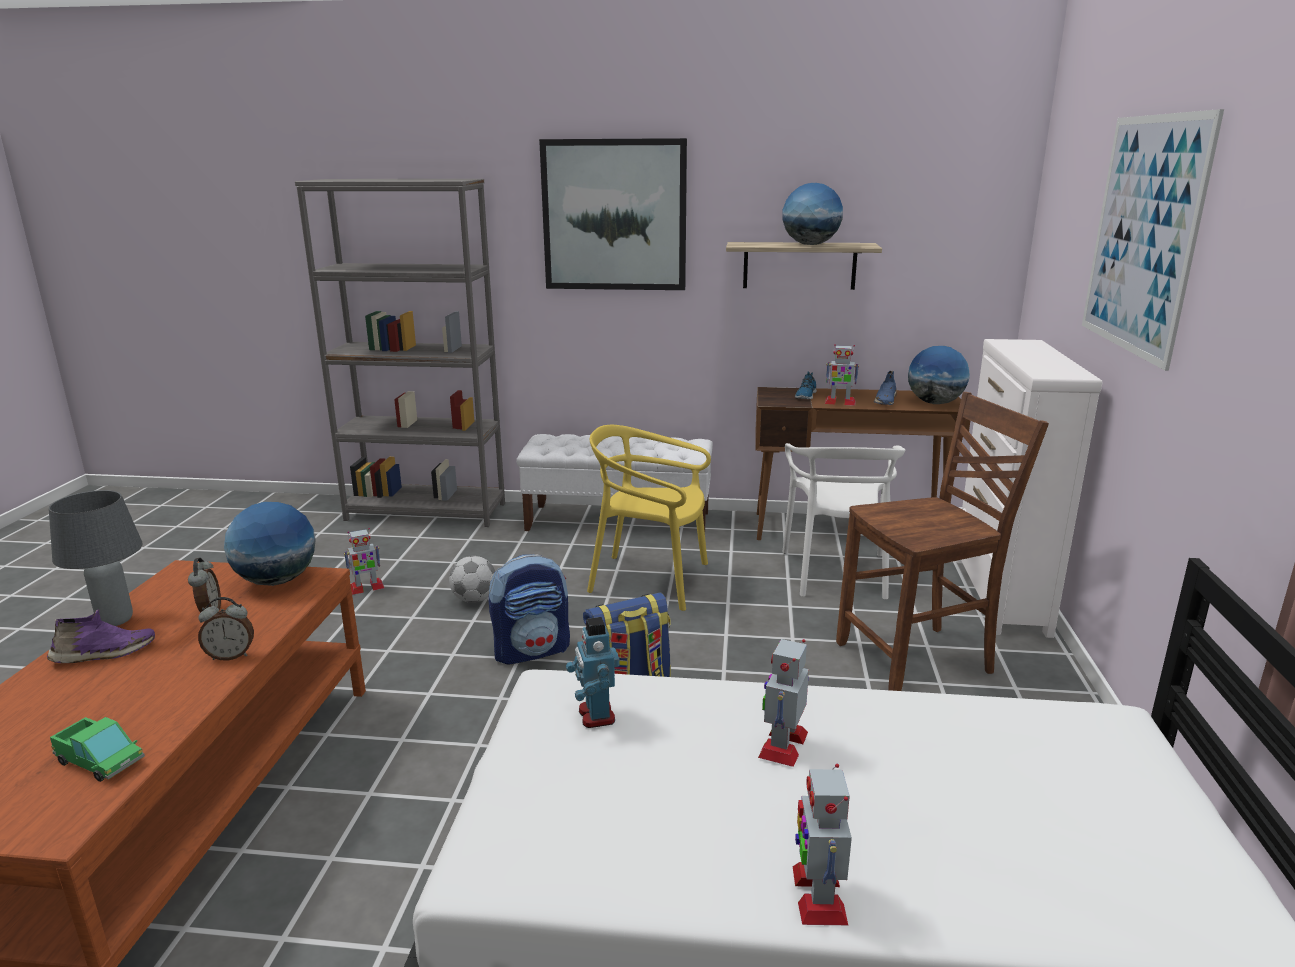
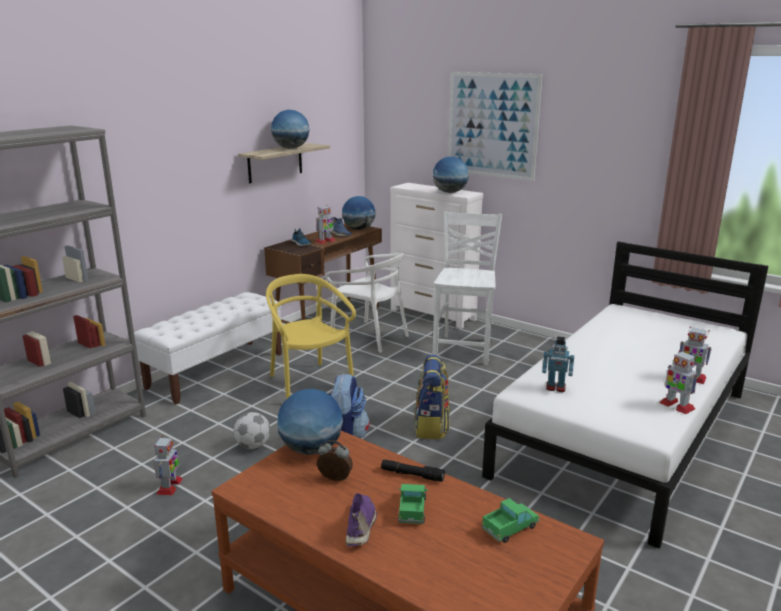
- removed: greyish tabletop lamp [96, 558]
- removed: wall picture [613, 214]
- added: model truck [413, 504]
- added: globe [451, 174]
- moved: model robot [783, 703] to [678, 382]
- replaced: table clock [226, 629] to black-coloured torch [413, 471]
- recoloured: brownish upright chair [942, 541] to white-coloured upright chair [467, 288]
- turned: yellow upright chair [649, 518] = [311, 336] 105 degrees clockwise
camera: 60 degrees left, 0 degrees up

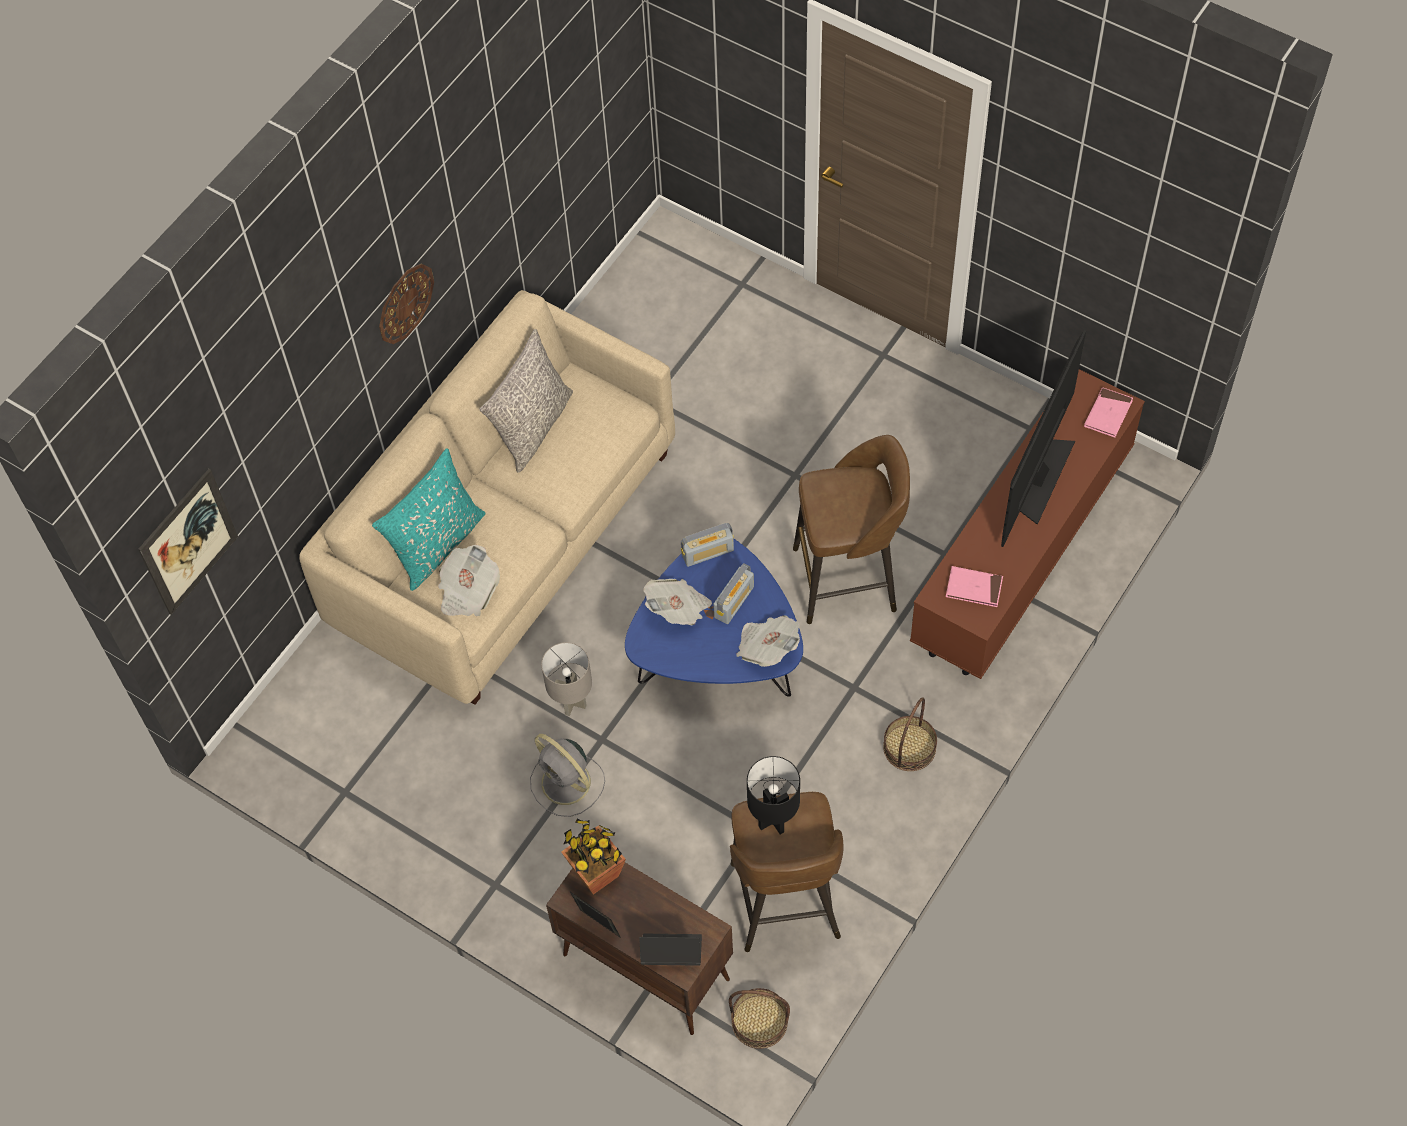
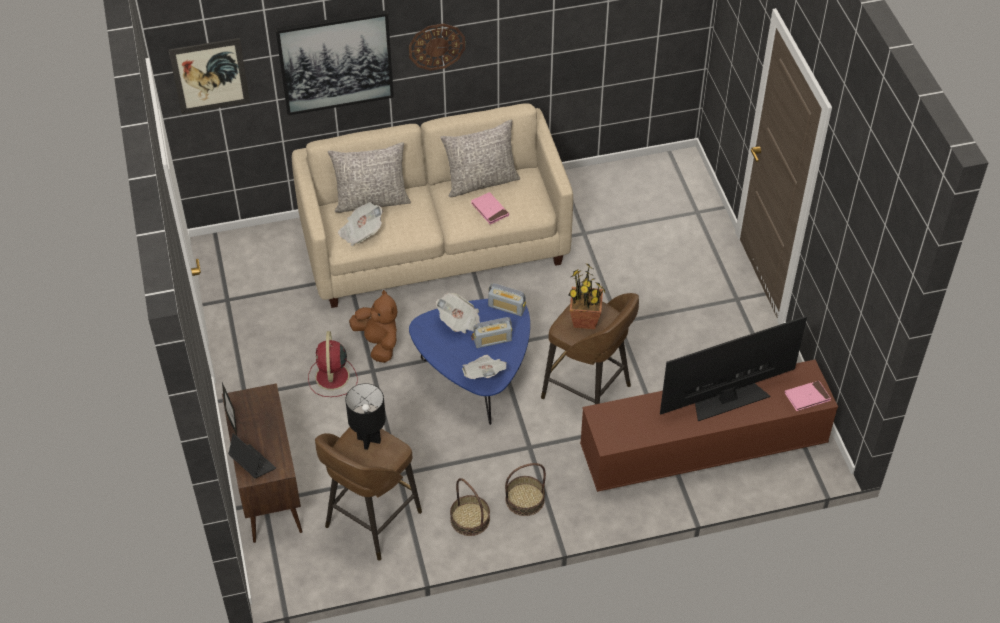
- added: wall picture [334, 62]
- moved: potted plant [593, 856] to [587, 296]
- moved: storage basket [759, 1018] to [470, 507]
- moved: pink bound book [974, 586] to [490, 208]
- replaced: greyish tabletop lamp [566, 679] to brownish plush toy [373, 326]
- recoloured: blue-green pillow [428, 519] to greyish pillow [369, 177]
- recoloured: greyish fan [567, 775] to reddish fan [332, 364]
camera: 40 degrees right, 10 degrees down

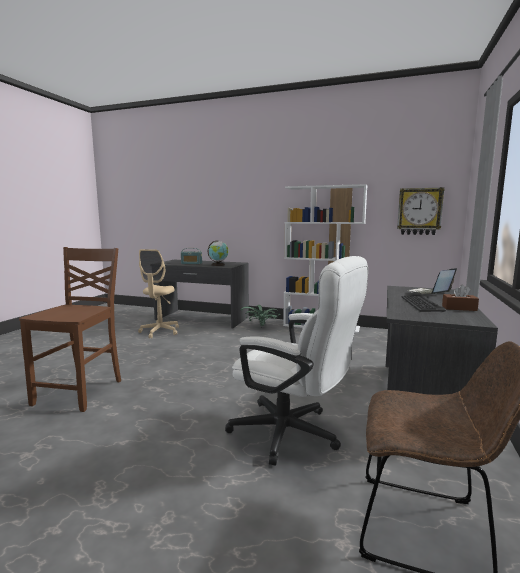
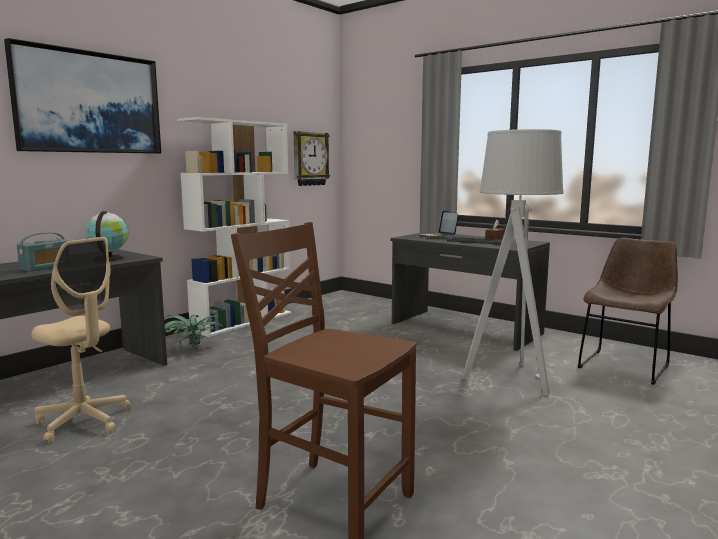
- added: wall picture [82, 96]
- replaced: white-coloured office chair [296, 361] to greyish floor lamp [513, 262]
camera: 70 degrees left, 0 degrees up

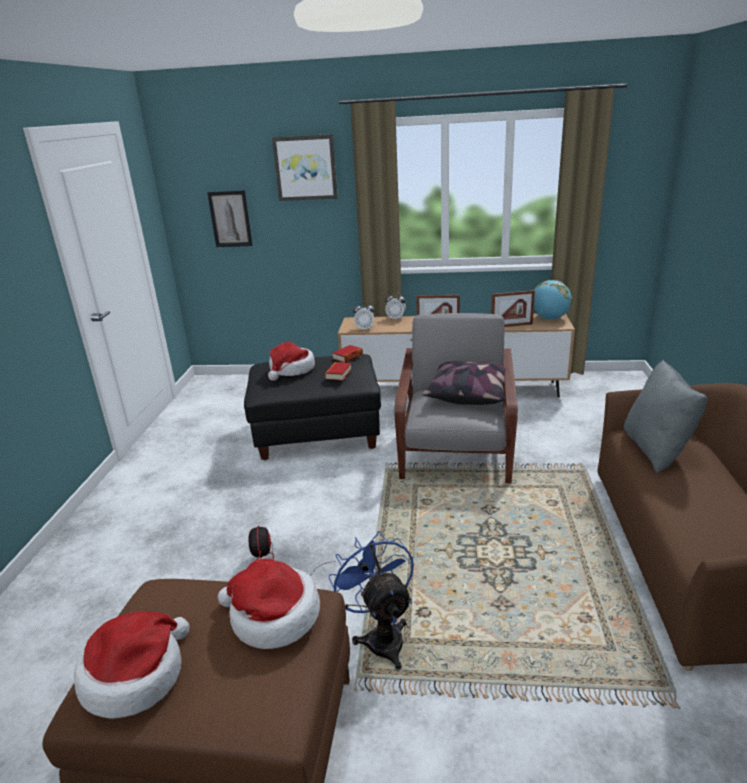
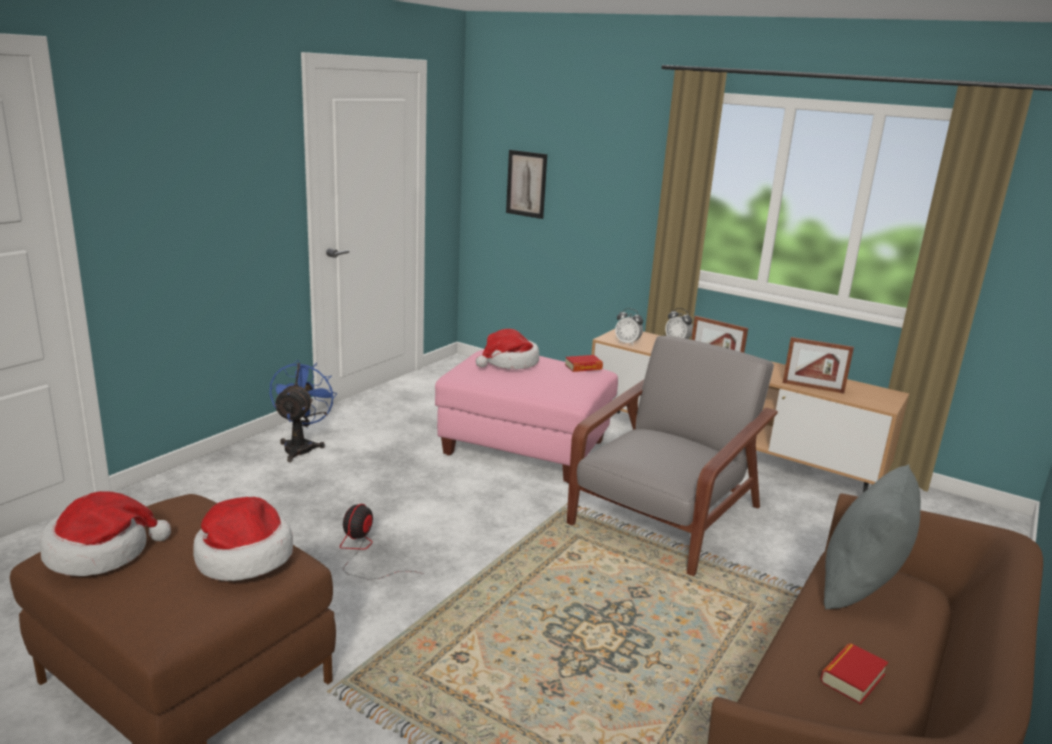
- removed: wall picture [305, 167]
- removed: pillow [464, 383]
- removed: globe [553, 300]
- moved: bound book [338, 371] to [854, 673]
- moved: blue-coloured fan [371, 600] to [303, 411]
- recoloured: black-coloured ottoman [312, 407] to pink ottoman [526, 416]
camera: 25 degrees right, 5 degrees down

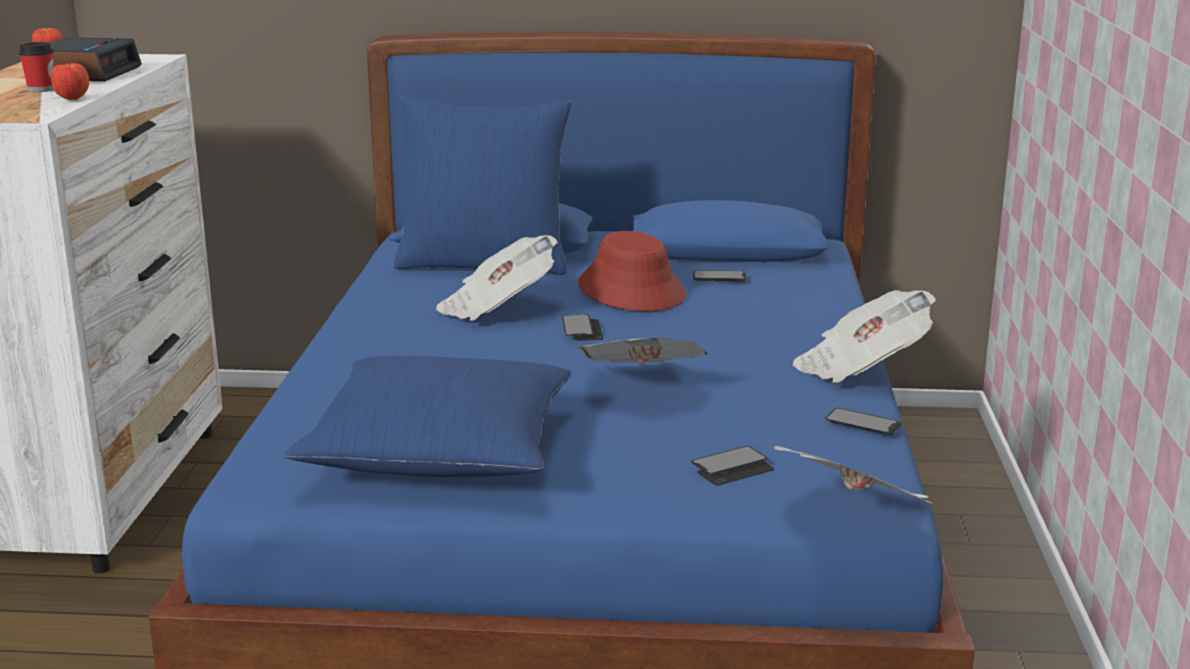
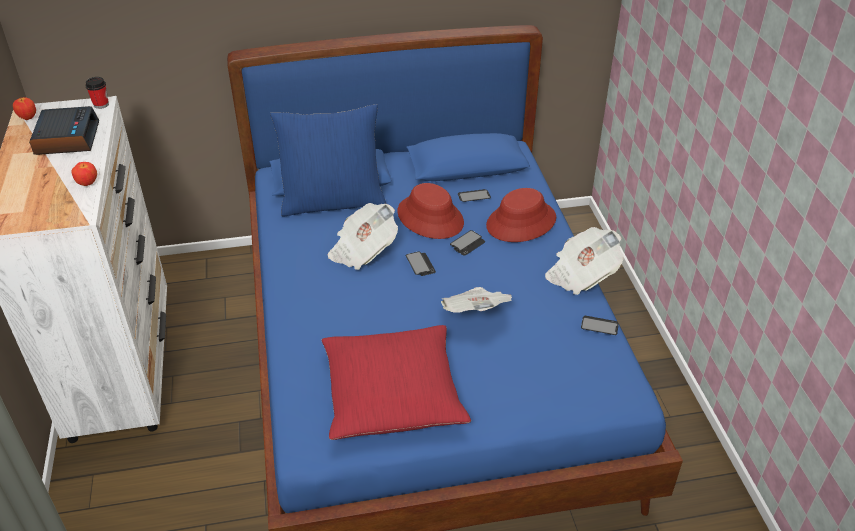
- removed: newspaper [852, 474]
- added: reddish wearable hat [521, 215]
- moved: small cup [36, 67] to [97, 93]
- moved: phone [732, 465] to [467, 243]
- recoloured: blue-coloured pillow [428, 416] to reddish pillow [396, 382]
camera: 15 degrees left, 20 degrees up

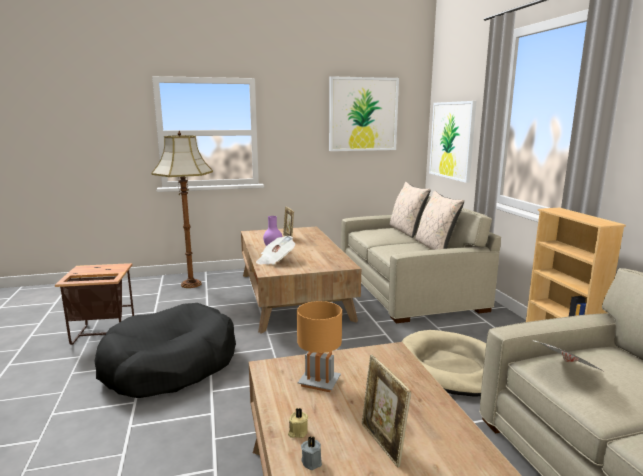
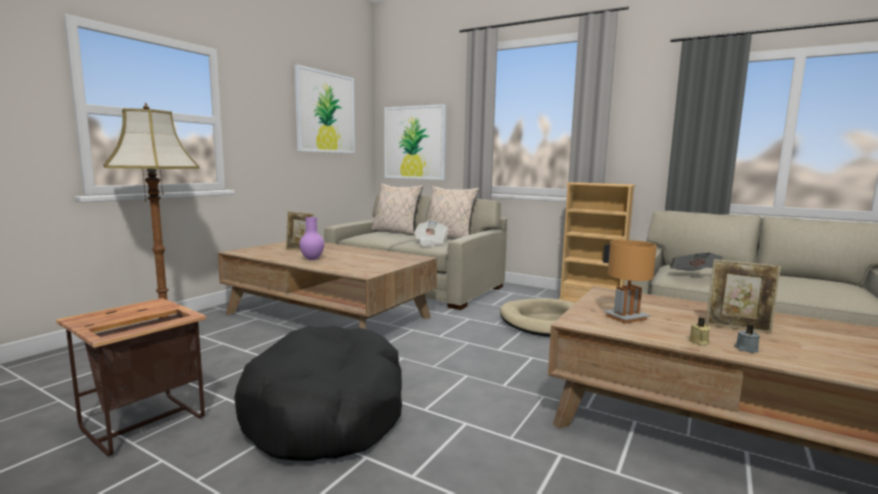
- moved: newspaper [275, 250] to [431, 233]
camera: 45 degrees left, 5 degrees down

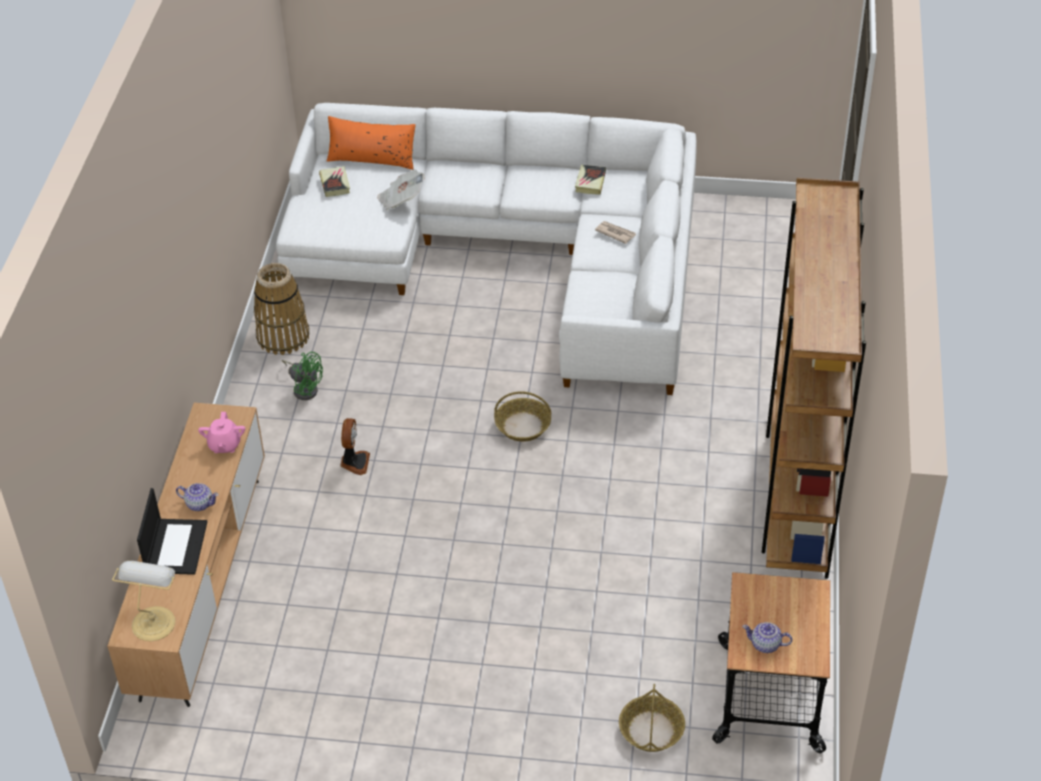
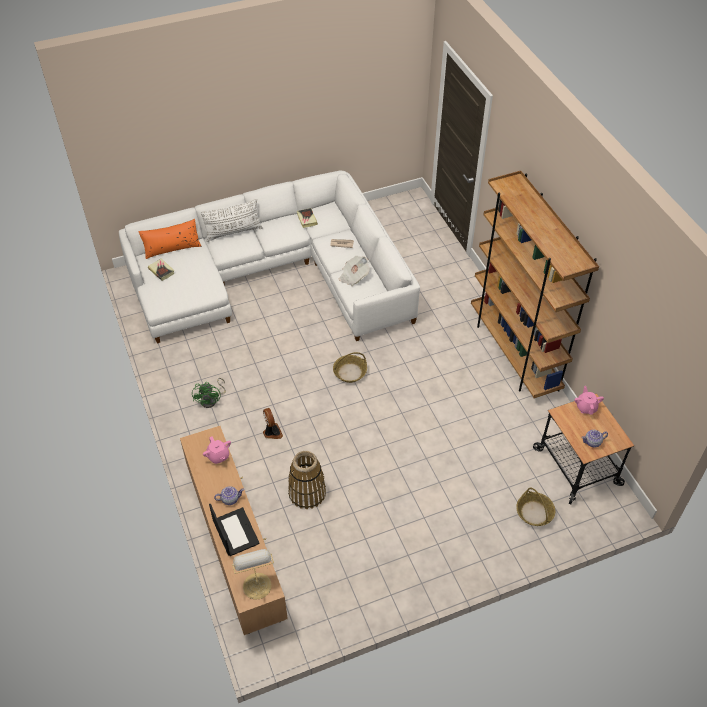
- added: white-coloured pillow [231, 220]
- added: pink pot for tea [589, 400]
- moved: storage basket [282, 309] to [307, 480]
- moved: newspaper [401, 189] to [354, 271]
- turned: green fan [302, 375] = [209, 393] 90 degrees clockwise
camera: 30 degrees left, 5 degrees up

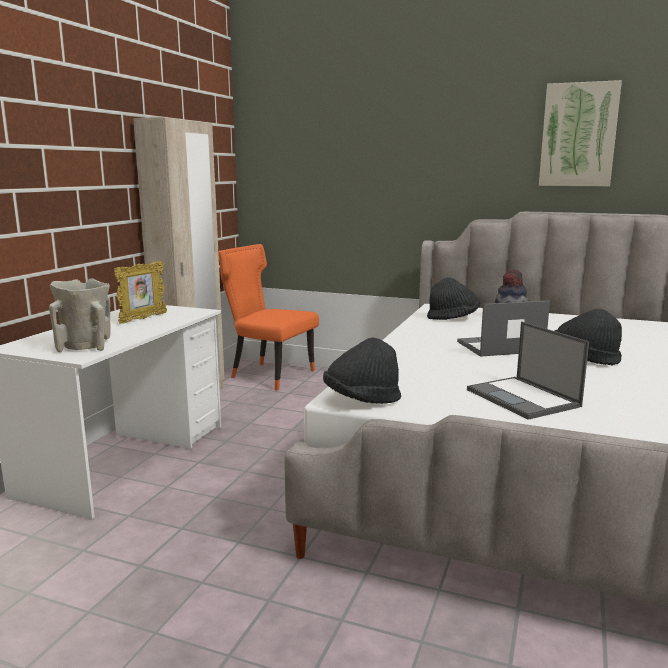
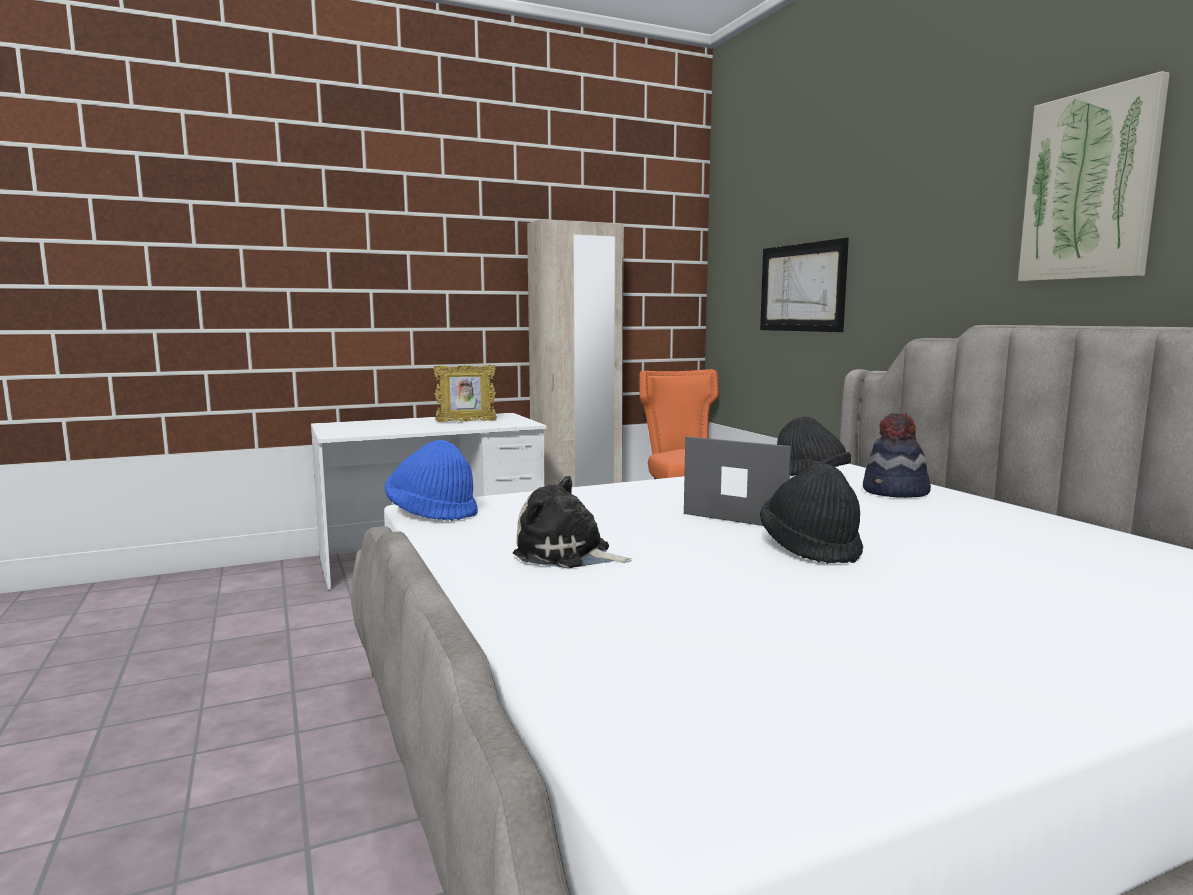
- removed: beige flower vase [80, 315]
- added: wall picture [804, 285]
- replaced: laptop [528, 371] to plush toy [572, 522]
- recoloured: black-coloured wearable hat [362, 370] to blue-coloured wearable hat [431, 480]
camera: 45 degrees right, 5 degrees down

